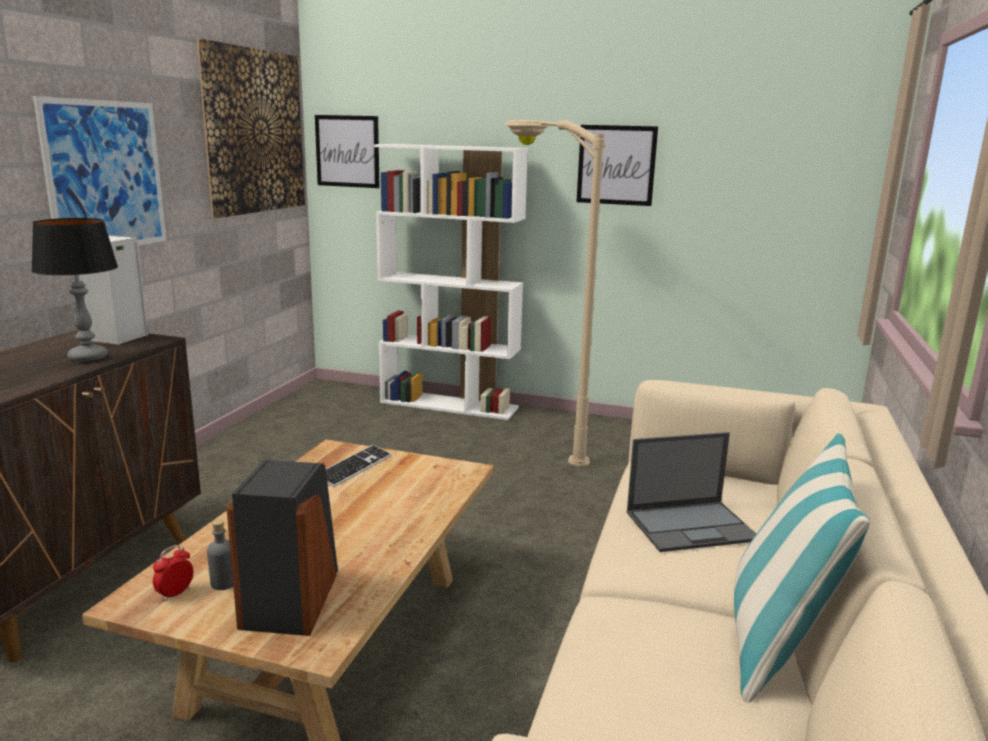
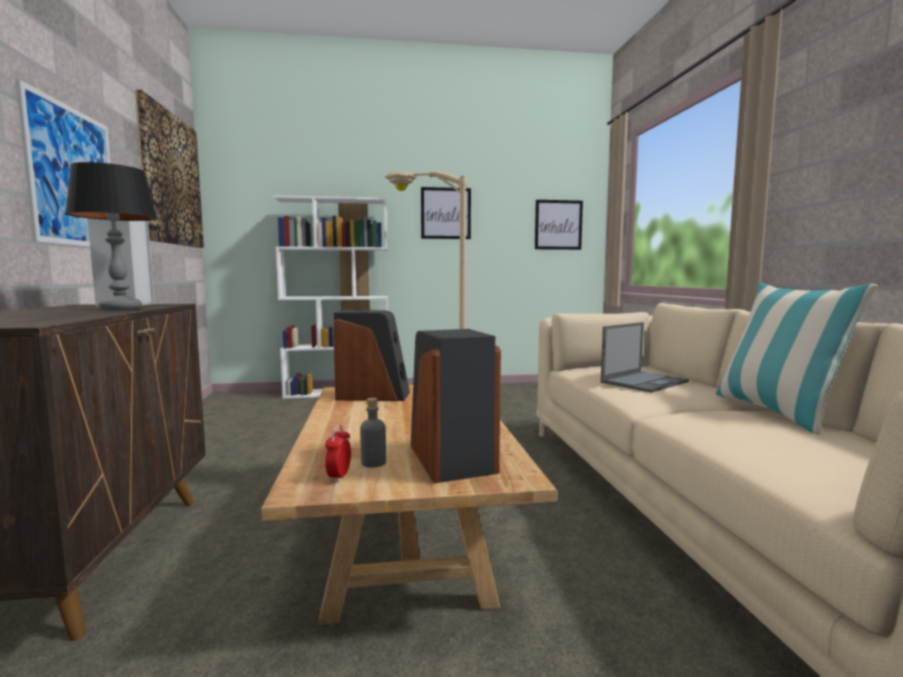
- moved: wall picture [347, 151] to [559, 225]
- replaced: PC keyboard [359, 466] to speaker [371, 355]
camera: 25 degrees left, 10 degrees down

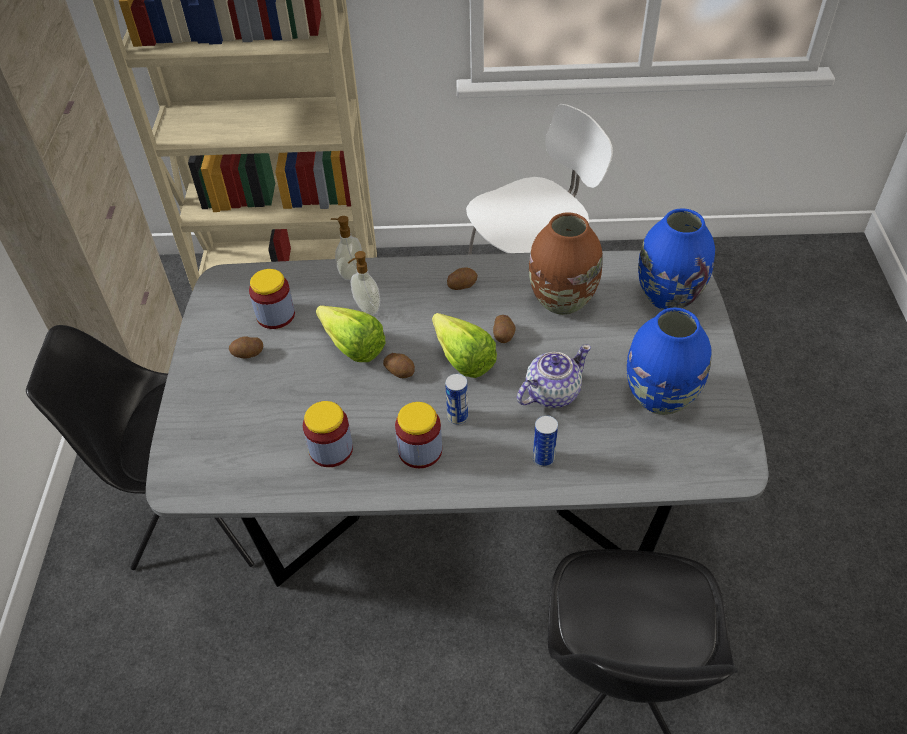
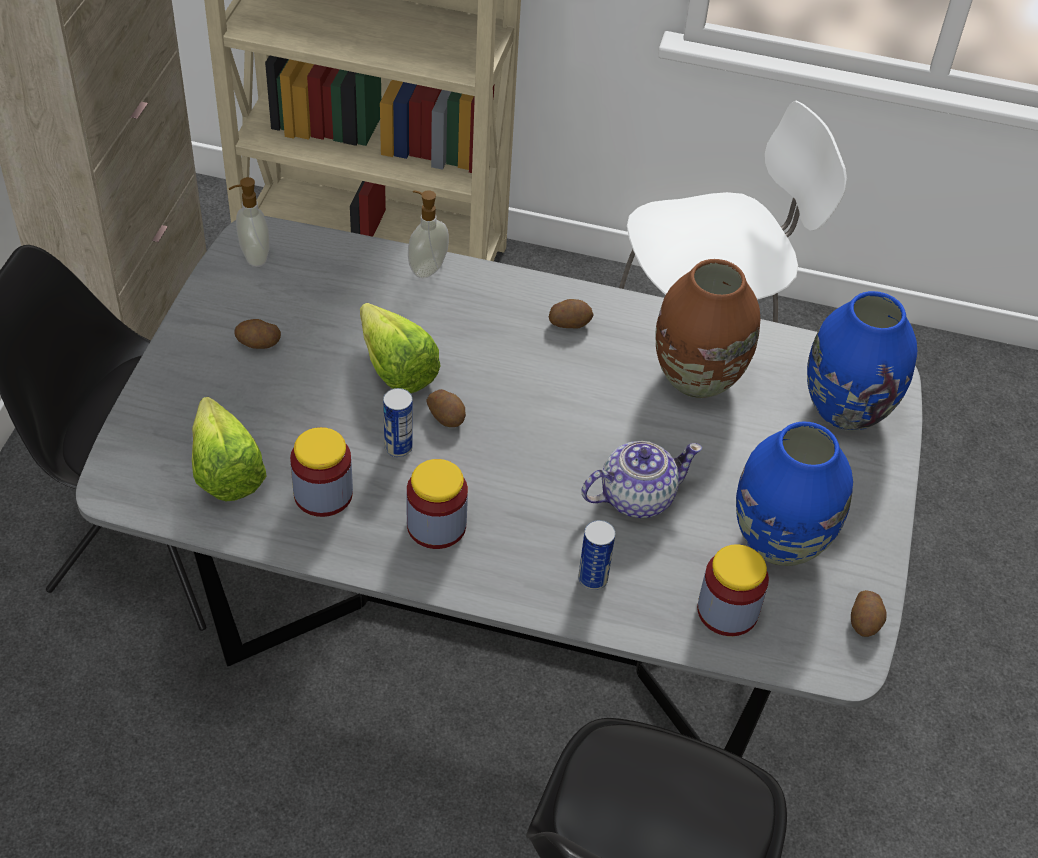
- moved: jar [272, 299] to [733, 590]
- moved: soap dispenser [364, 283] to [249, 222]
- moved: lettuce head [464, 345] to [229, 449]
- moved: can [456, 399] to [398, 422]
- moved: spud [504, 329] to [869, 613]
camera: 10 degrees right, 0 degrees up

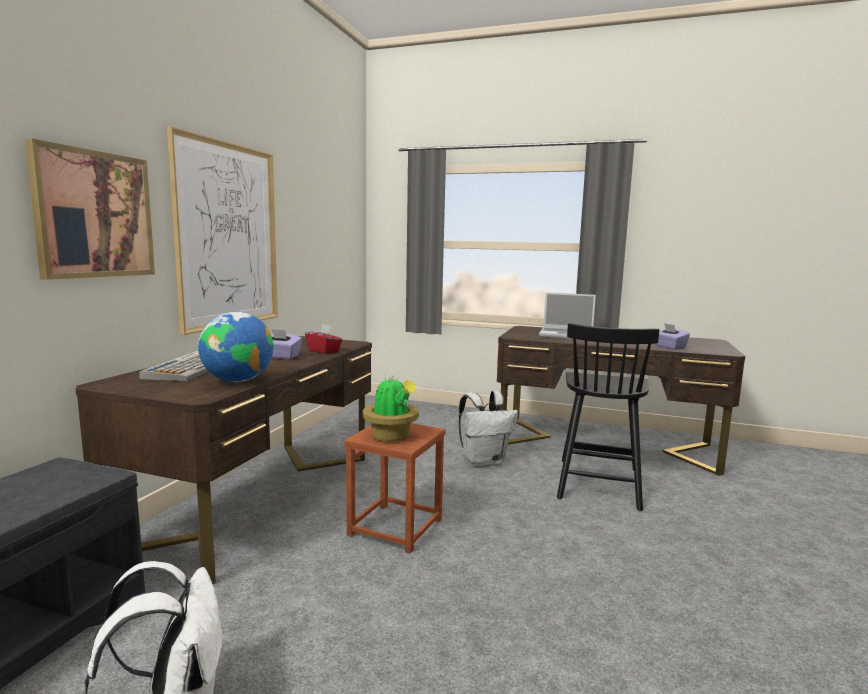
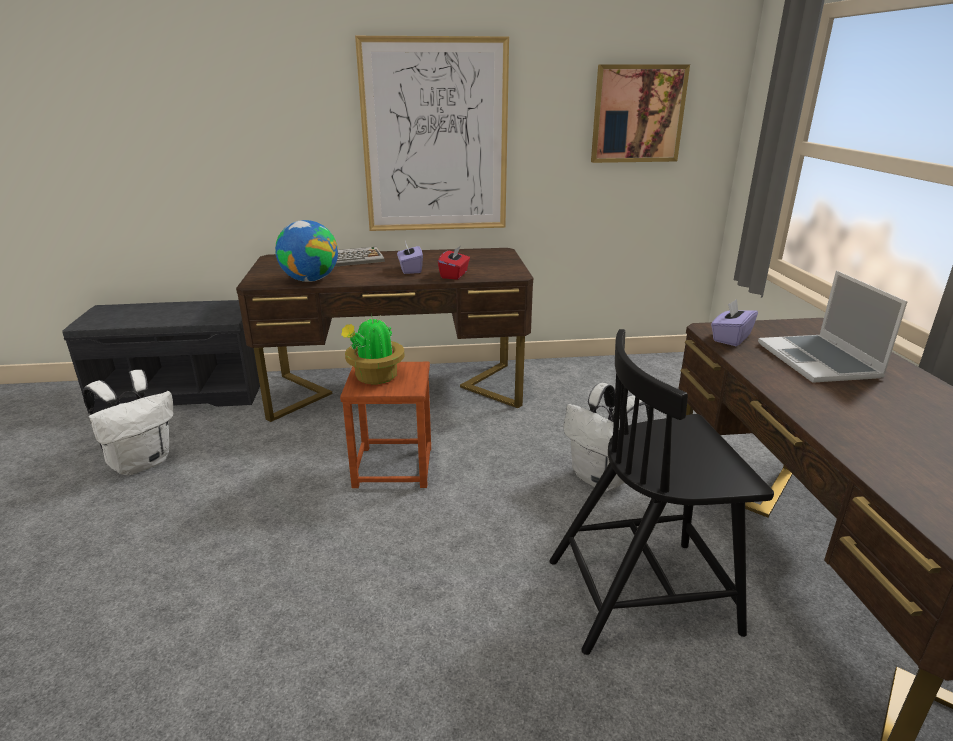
- moved: wall picture [90, 209] to [640, 113]
- moved: purple tissue box [672, 336] to [734, 322]
camera: 65 degrees right, 15 degrees up

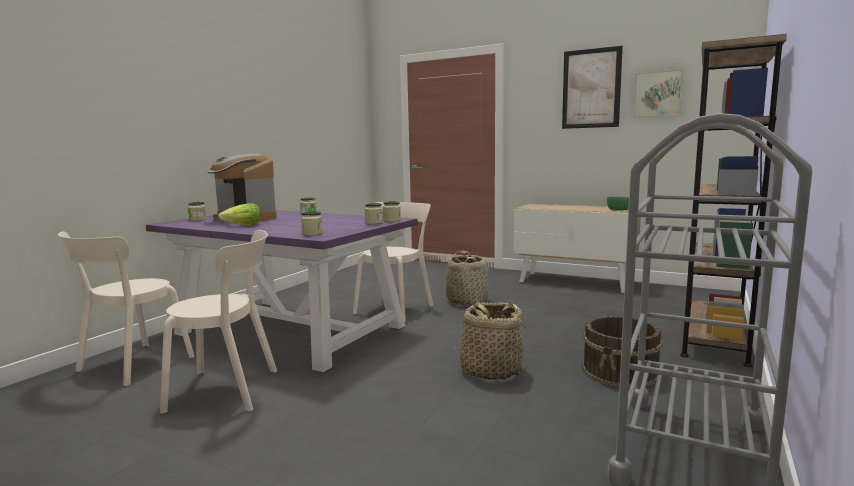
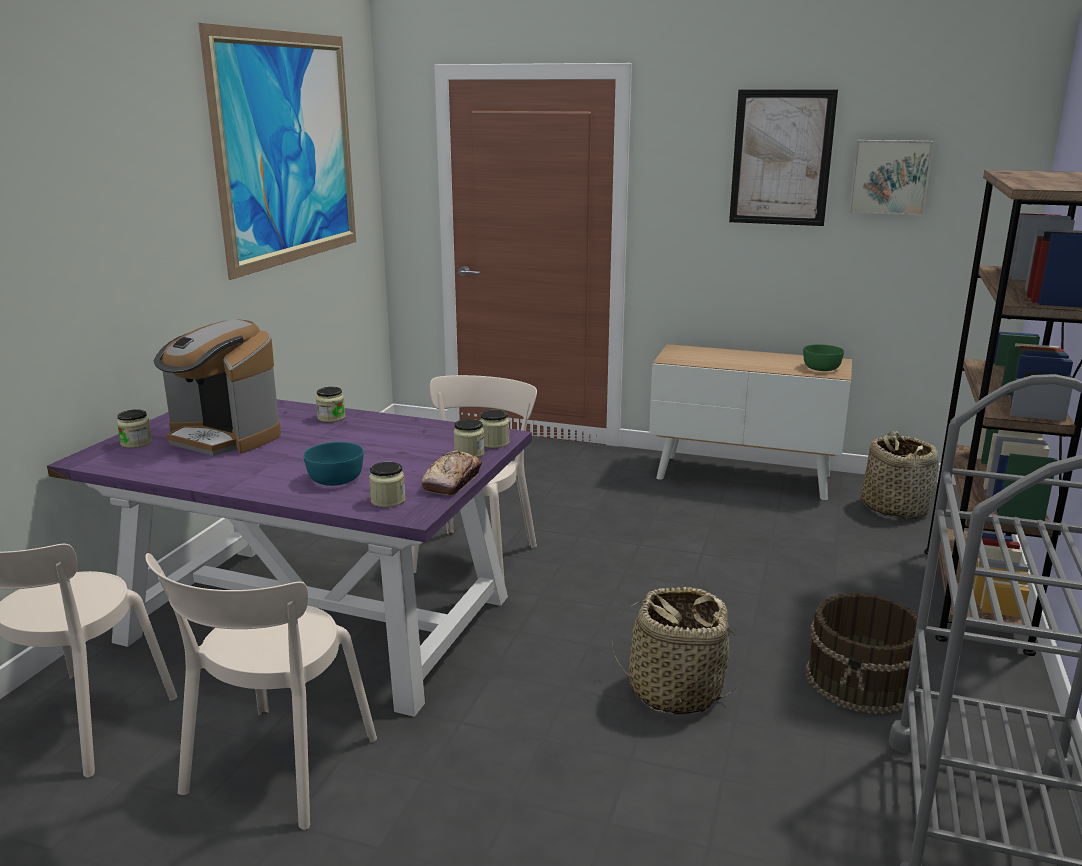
- removed: lettuce head [239, 214]
- added: wall picture [277, 151]
- added: blue-green deep dish [333, 464]
- added: bread [451, 472]
- moved: storage basket [467, 278] to [900, 475]
- turned: beige upright chair [218, 322] = [261, 691] 120 degrees clockwise
camera: 10 degrees left, 10 degrees up

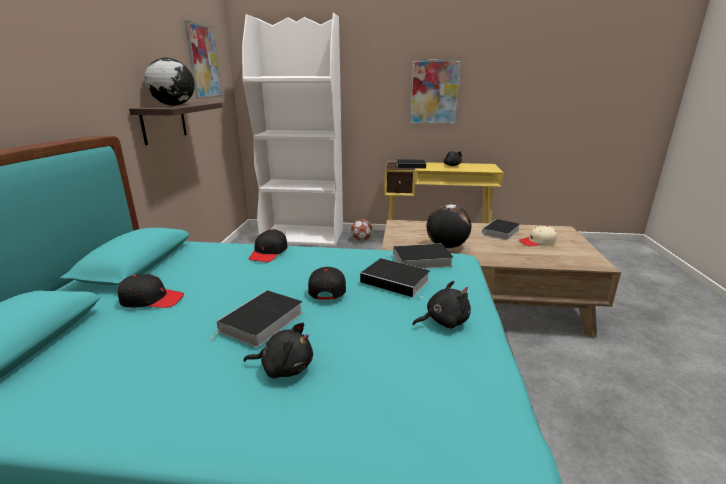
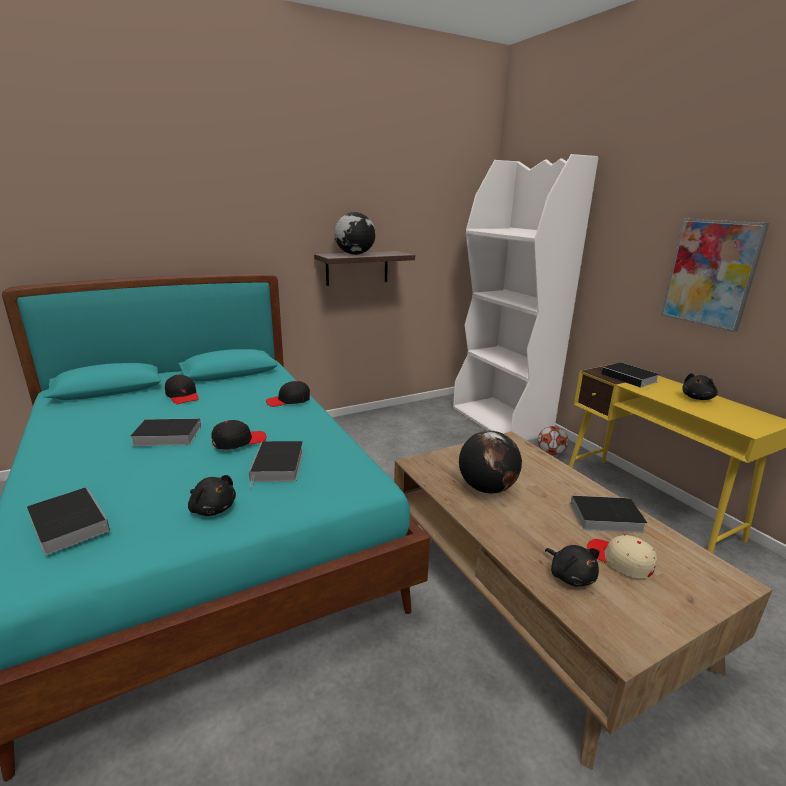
- removed: wall picture [203, 59]
- moved: black-coloured plush toy [278, 350] to [572, 565]
- moved: bound book [419, 256] to [68, 521]
camera: 55 degrees right, 0 degrees up

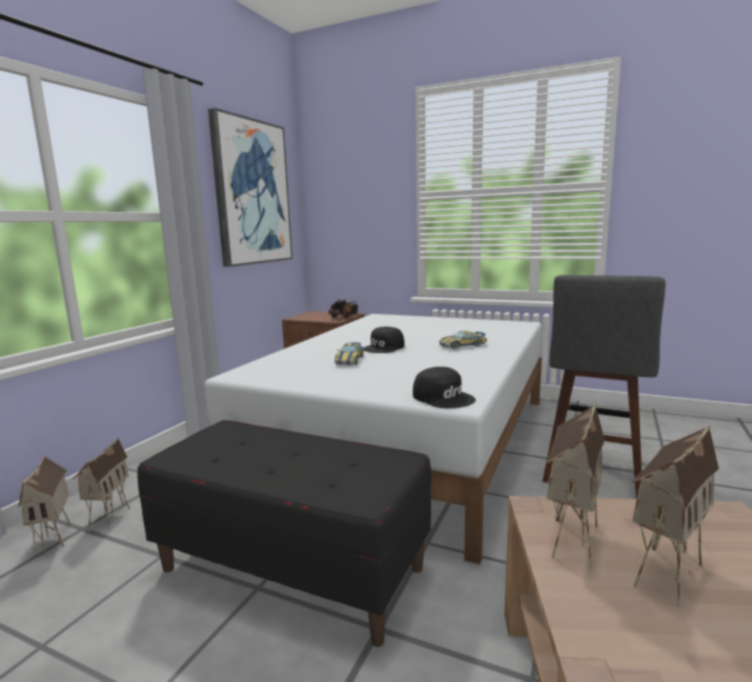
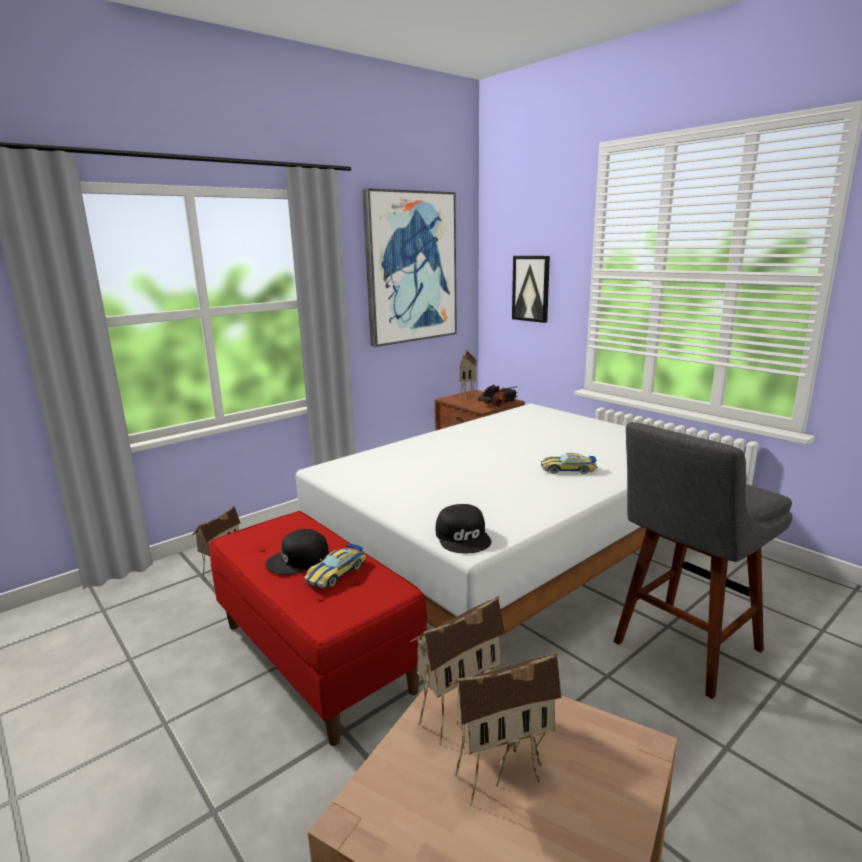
- added: wall picture [531, 289]
- moved: model house [44, 505] to [468, 375]
- moved: toy car [349, 353] to [335, 566]
- moved: black-coloured cap [384, 340] to [297, 552]
- recoloured: black-coloured indoor bench [284, 533] to reddish indoor bench [318, 628]
camera: 25 degrees right, 5 degrees up

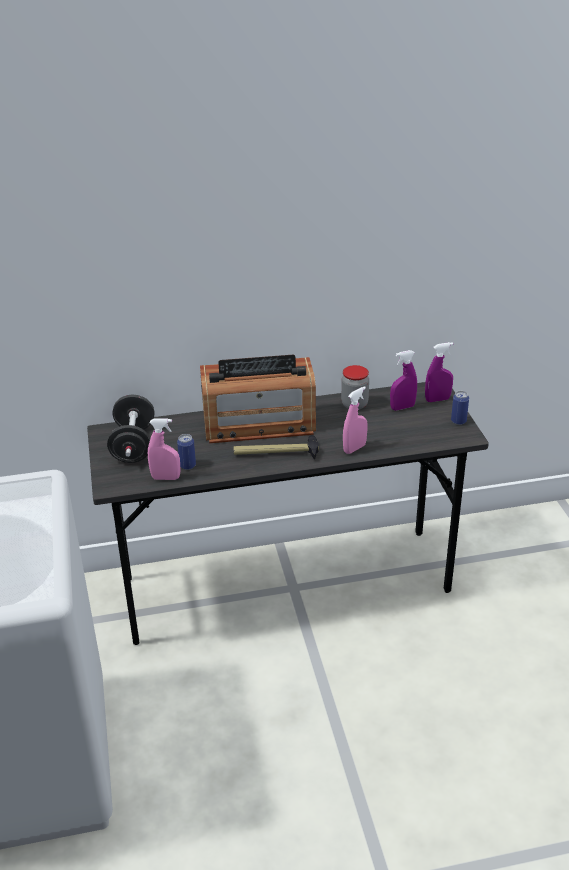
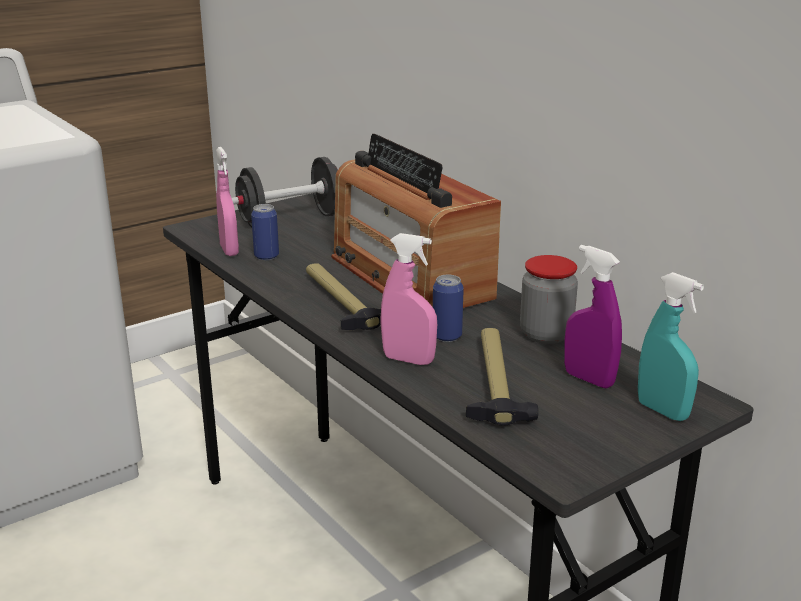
- added: hammer [502, 377]
- moved: can [460, 408] to [448, 308]
- recoloured: purple spray bottle [439, 372] to blue-green spray bottle [671, 346]
camera: 65 degrees right, 10 degrees down

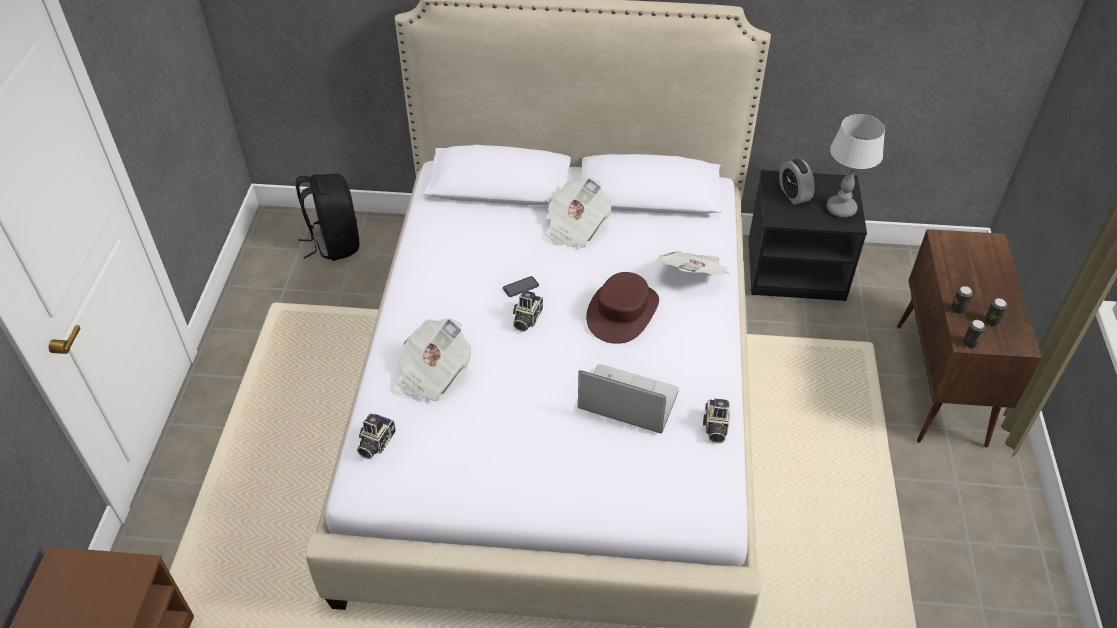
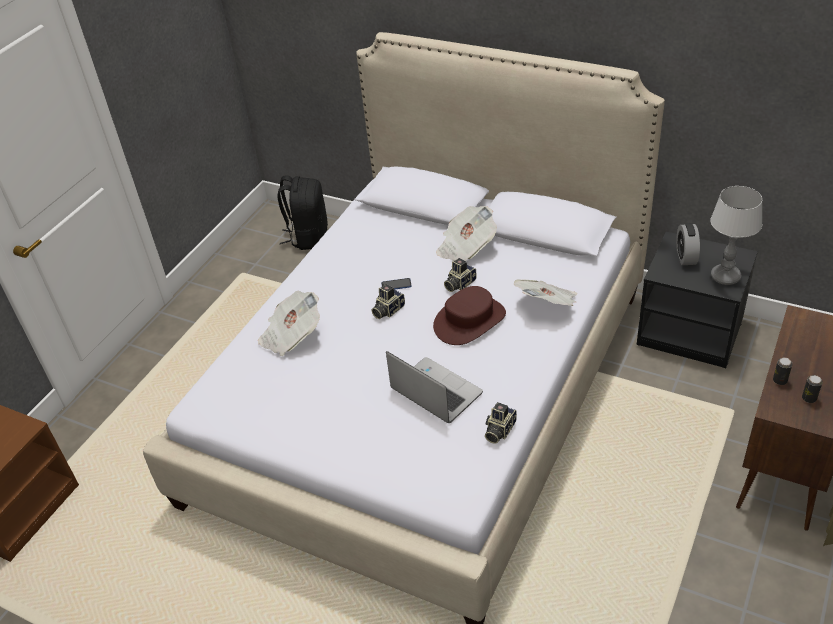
- removed: can [974, 334]
- moved: photo camera [376, 436] to [460, 275]
camera: 25 degrees right, 5 degrees down

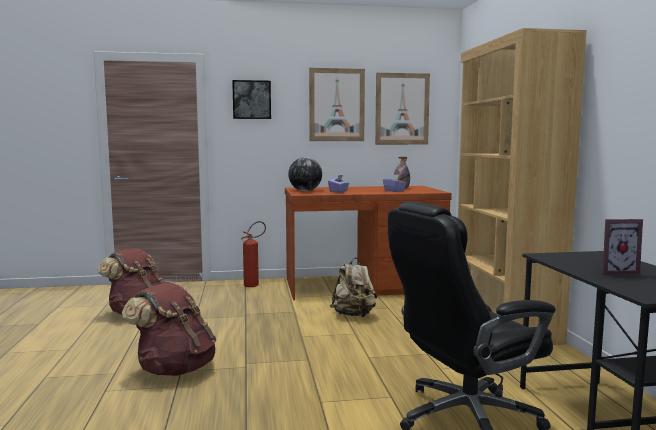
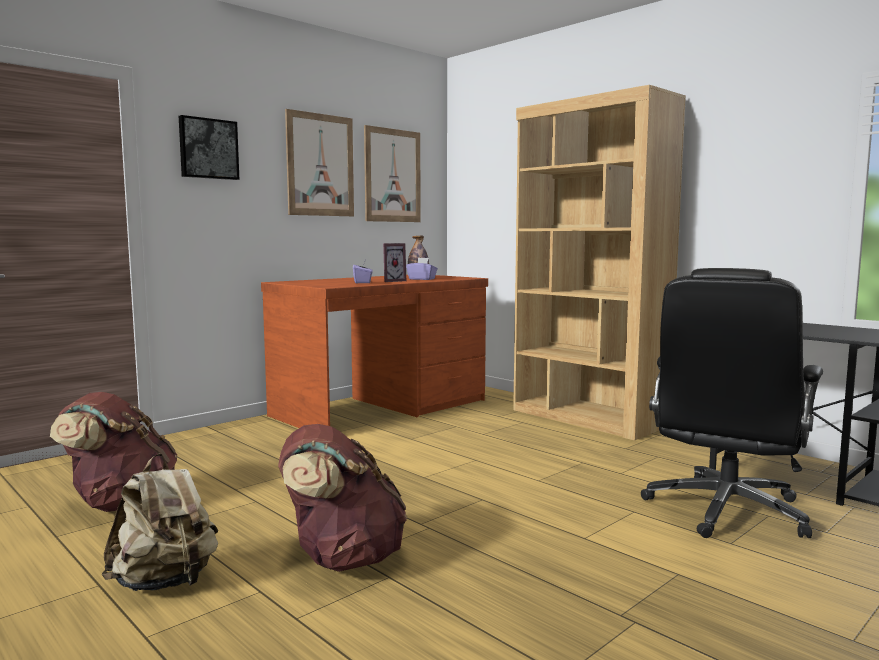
- removed: fire-fighting cylinder [253, 254]
- removed: globe [305, 174]
- moved: beige knapsack [353, 287] to [160, 522]
- moved: photo frame [623, 247] to [394, 262]
camera: 35 degrees left, 0 degrees up

